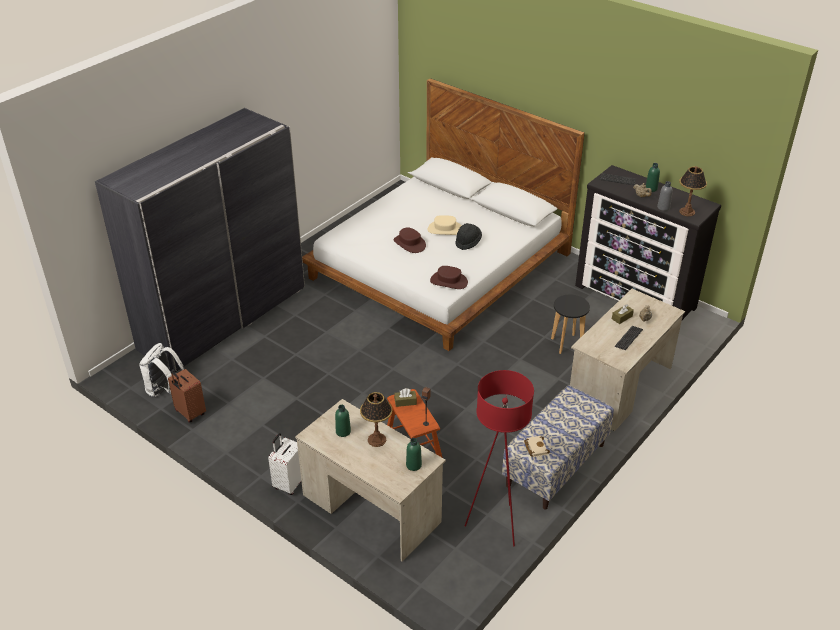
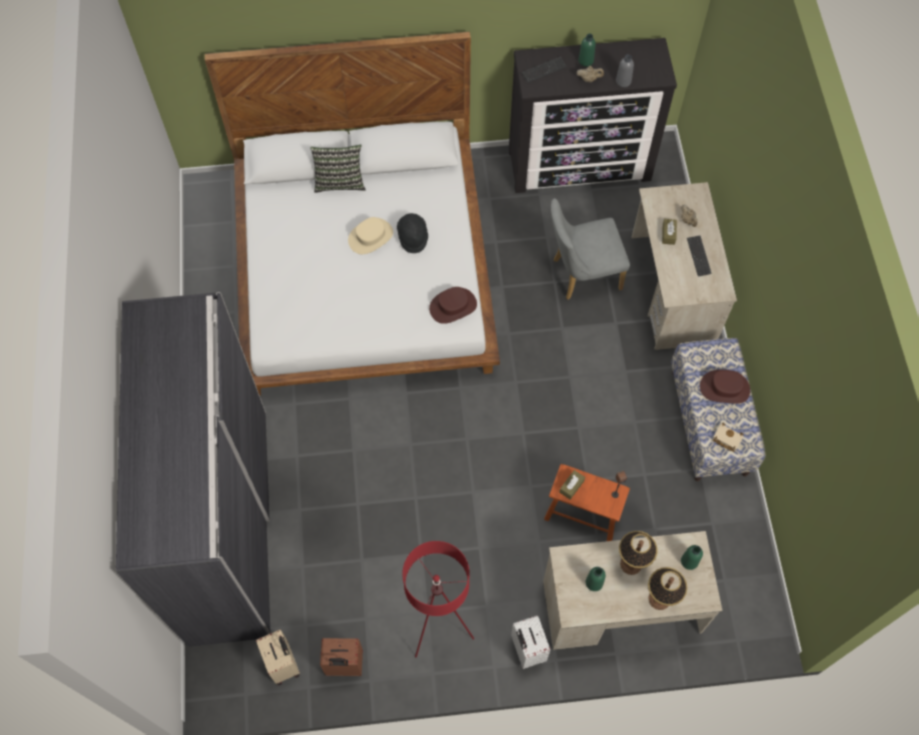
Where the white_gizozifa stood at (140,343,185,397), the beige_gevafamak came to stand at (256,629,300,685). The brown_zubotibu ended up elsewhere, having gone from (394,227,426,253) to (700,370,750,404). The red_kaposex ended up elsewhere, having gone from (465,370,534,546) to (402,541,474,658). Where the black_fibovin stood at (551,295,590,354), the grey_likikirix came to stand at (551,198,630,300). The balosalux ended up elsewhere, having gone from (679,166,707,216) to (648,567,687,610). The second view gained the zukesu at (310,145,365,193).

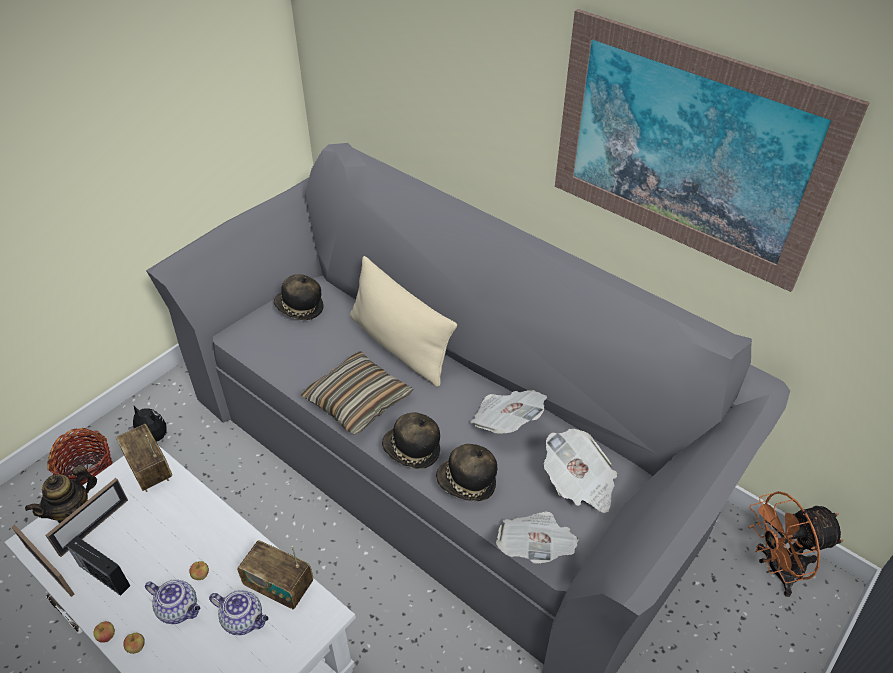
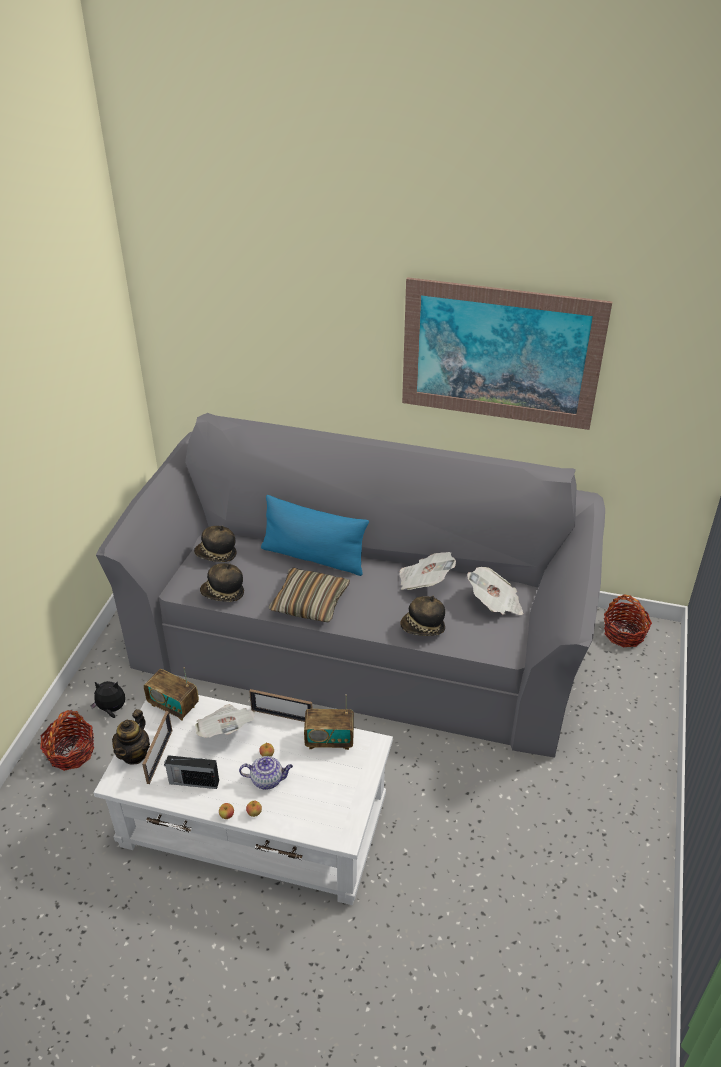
The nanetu ended up elsewhere, having gone from (12,525,74,597) to (249,689,313,722). The second view lost the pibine at (209,590,269,635). What was the beige_zukesu at (350,256,457,387) turned into the blue_zukesu at (261,495,369,576). The zubotibu ended up elsewhere, having gone from (382,412,440,469) to (200,563,244,602). The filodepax ended up elsewhere, having gone from (496,511,579,564) to (195,704,255,738). Where the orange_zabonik stood at (748,491,844,597), the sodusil came to stand at (604,594,652,647).

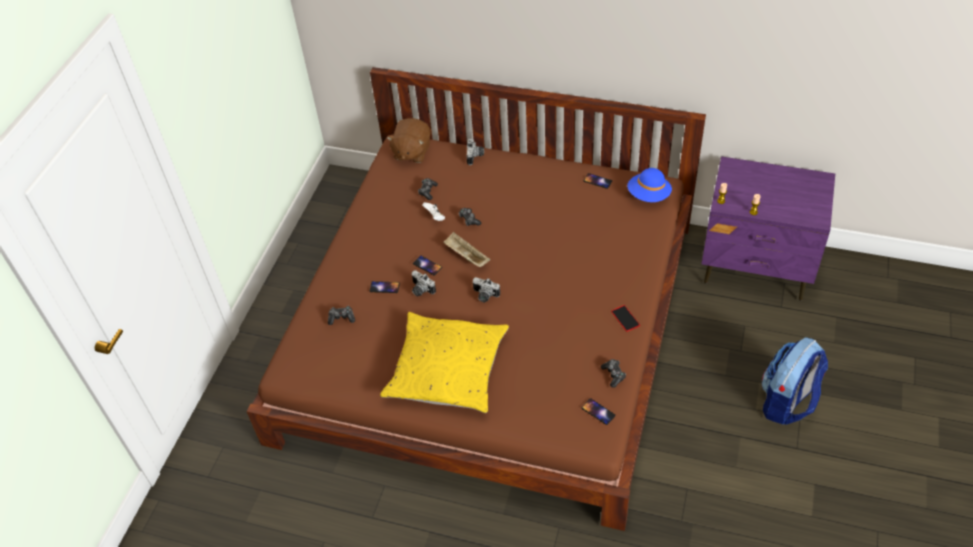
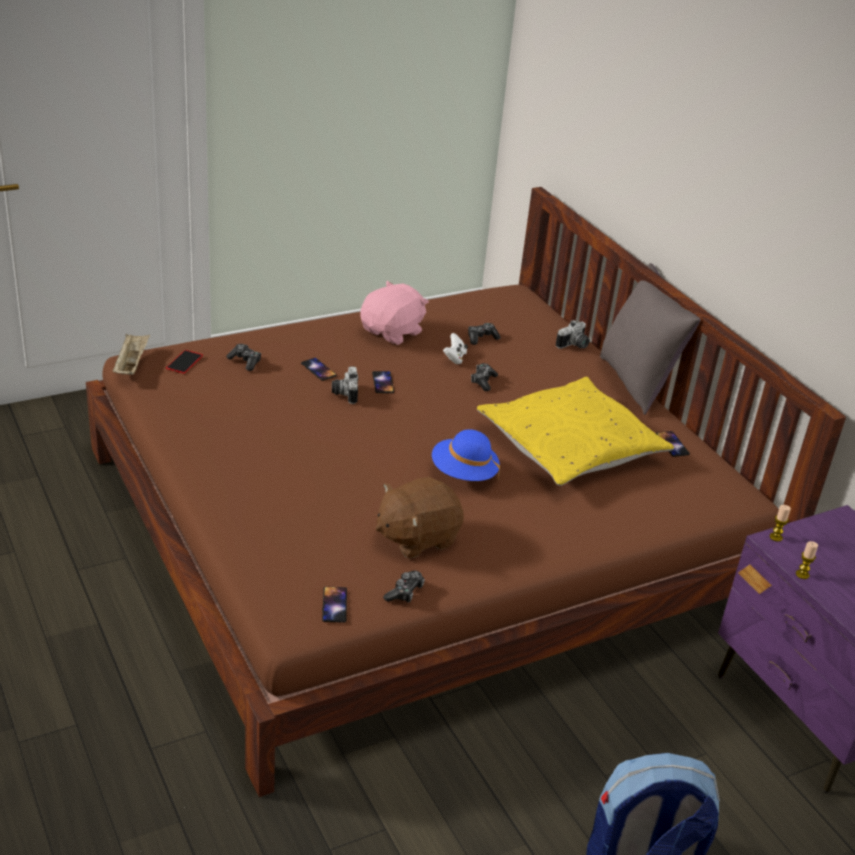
The yellow_zukesu ended up elsewhere, having gone from (380,312,509,413) to (477,377,674,486). The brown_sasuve ended up elsewhere, having gone from (387,118,430,163) to (376,477,464,559). The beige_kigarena ended up elsewhere, having gone from (443,232,490,267) to (113,334,150,375). The second view lost the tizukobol at (472,277,500,302). The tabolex ended up elsewhere, having gone from (611,305,640,332) to (166,350,203,374). The blue_zubotibu ended up elsewhere, having gone from (627,168,672,202) to (432,429,500,481). The second view gained the pink_sasuve at (360,281,429,345). The second view gained the grey_zukesu at (600,263,701,415).

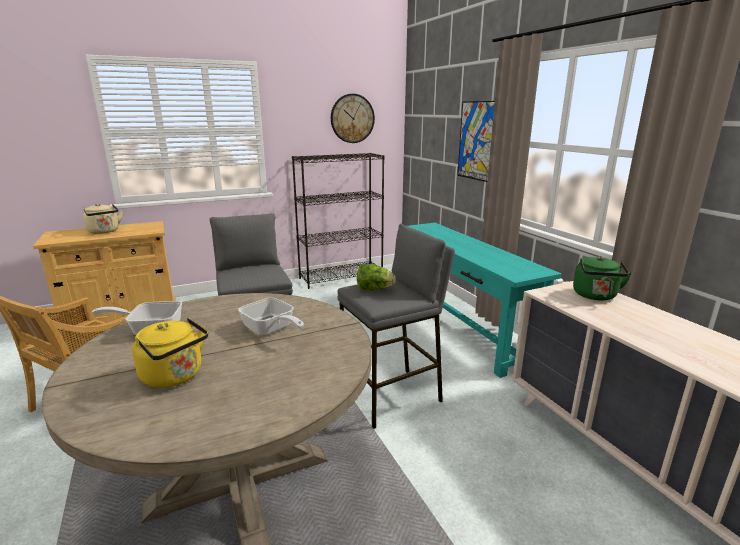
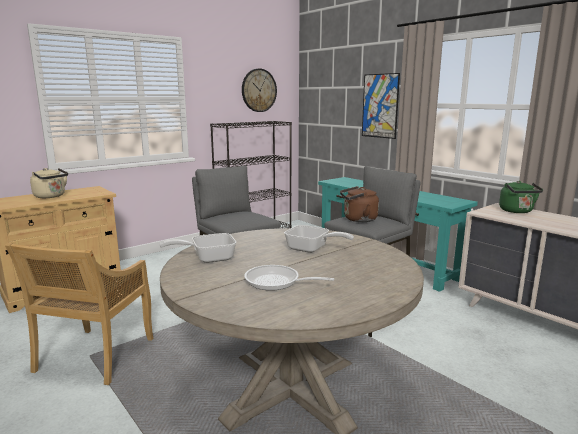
Where the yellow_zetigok stood at (132,318,208,388), the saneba came to stand at (244,265,335,291). Where the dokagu stood at (357,264,396,291), the brown_zetigok came to stand at (340,186,379,222).

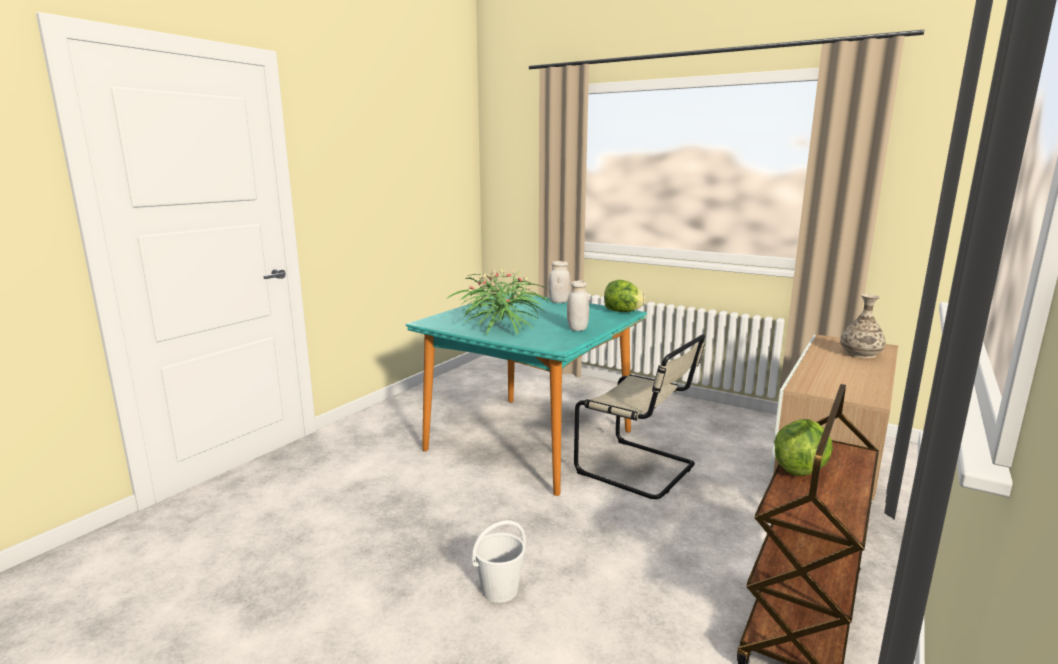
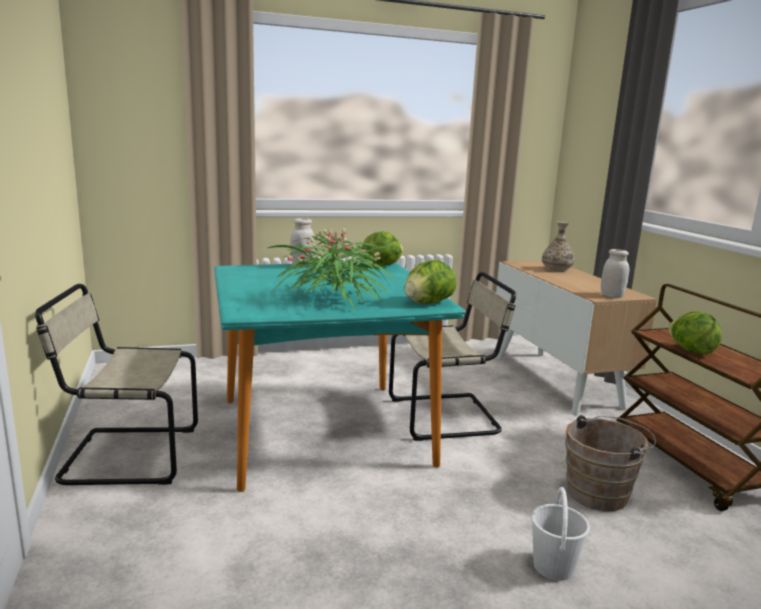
The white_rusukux ended up elsewhere, having gone from (567,280,589,331) to (601,249,629,298). The second view gained the beige_likikirix at (35,284,198,485). The second view gained the dokagu at (405,260,457,304). The second view gained the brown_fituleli at (565,415,656,511).

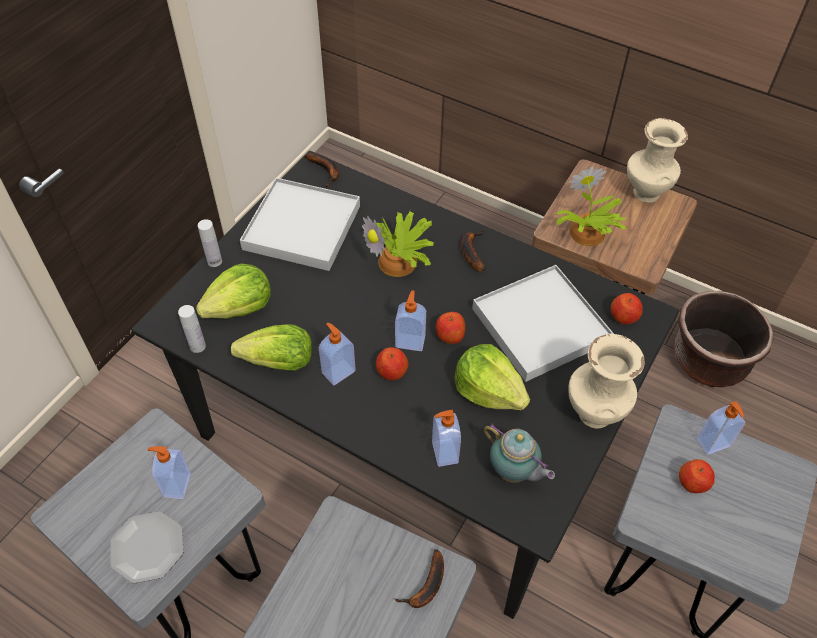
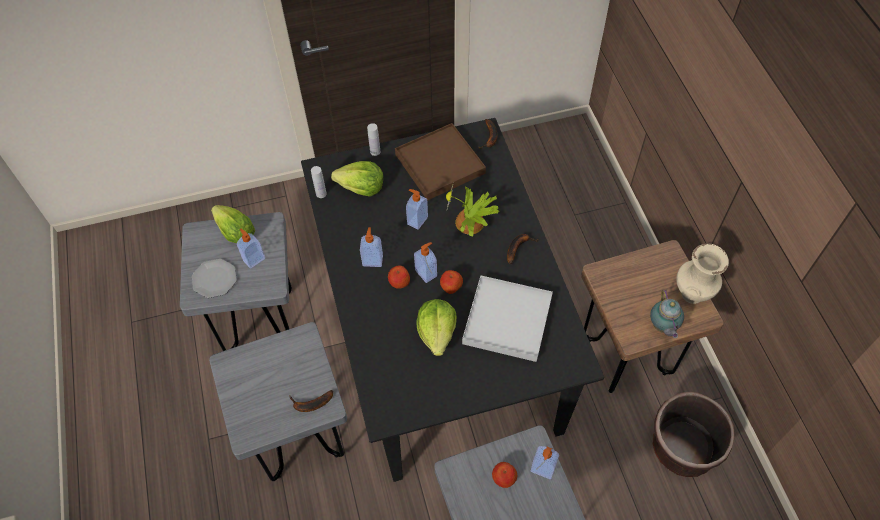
The dokagu ended up elsewhere, having gone from (231,324,312,371) to (211,205,255,243). What was the white_kigarena at (240,178,360,271) turned into the brown_kigarena at (395,123,486,201). The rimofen ended up elsewhere, having gone from (432,410,461,467) to (406,189,428,230). The pibine ended up elsewhere, having gone from (484,424,555,483) to (650,290,684,338). The second view lost the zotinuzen at (555,166,627,246). The second view lost the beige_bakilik at (568,334,644,429). The second view lost the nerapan at (611,293,643,324).

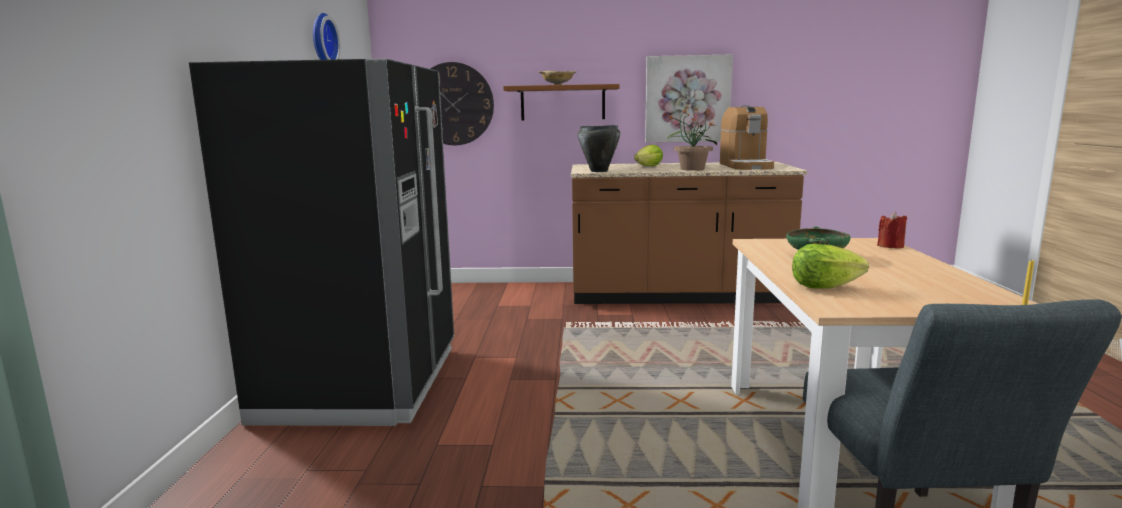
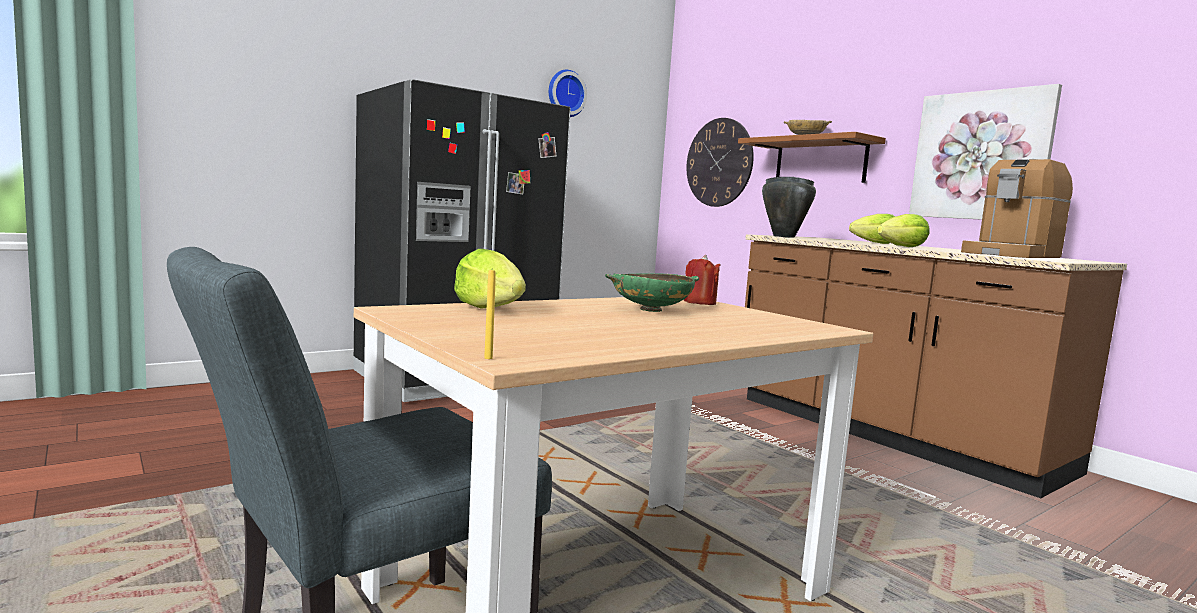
Where the zotinuzen stood at (667,107,717,171), the dokagu came to stand at (877,214,930,247). The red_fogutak ended up elsewhere, having gone from (877,212,907,249) to (684,255,721,305).

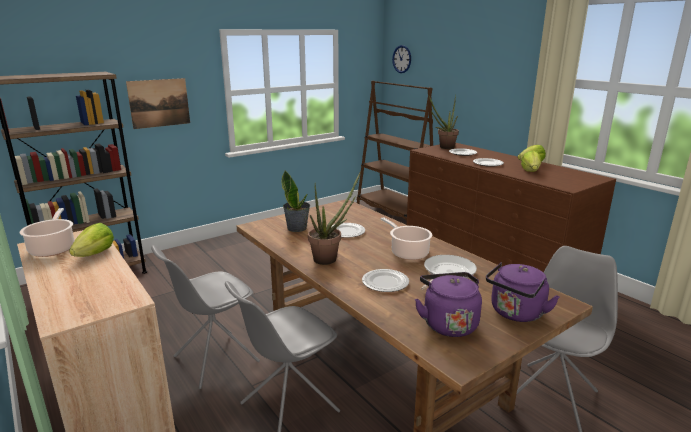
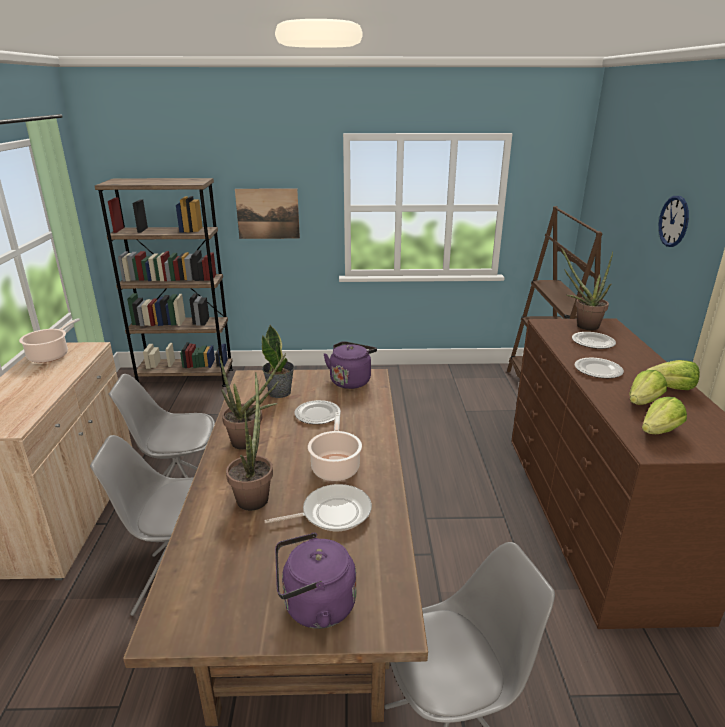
The dokagu ended up elsewhere, having gone from (69,223,114,257) to (642,397,687,434). Where the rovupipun stood at (362,269,409,292), the zotinuzen came to stand at (226,372,273,511). The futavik ended up elsewhere, having gone from (392,45,411,73) to (659,196,689,247). The purple_zetigok ended up elsewhere, having gone from (415,272,482,337) to (323,341,377,389).

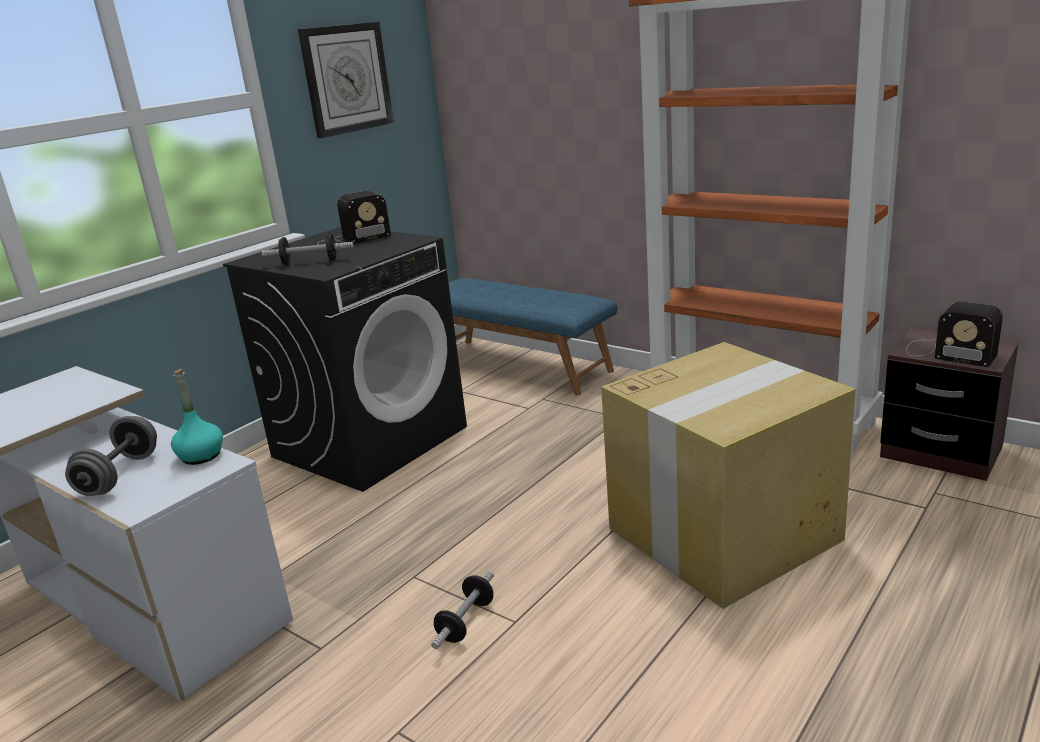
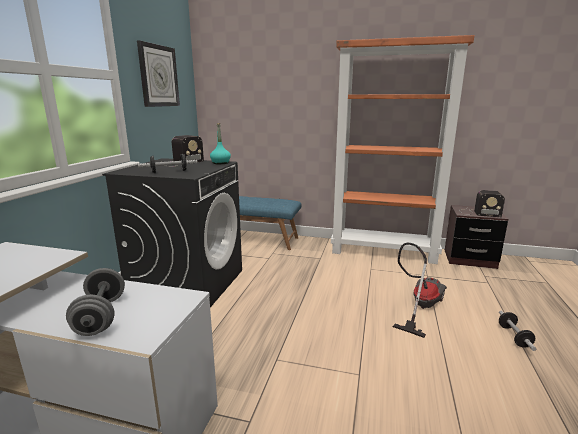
The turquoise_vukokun ended up elsewhere, having gone from (171,369,223,465) to (210,123,231,165). The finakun ended up elsewhere, having gone from (431,571,494,649) to (499,311,536,351). Where the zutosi stood at (601,342,856,609), the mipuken came to stand at (392,243,447,338).

